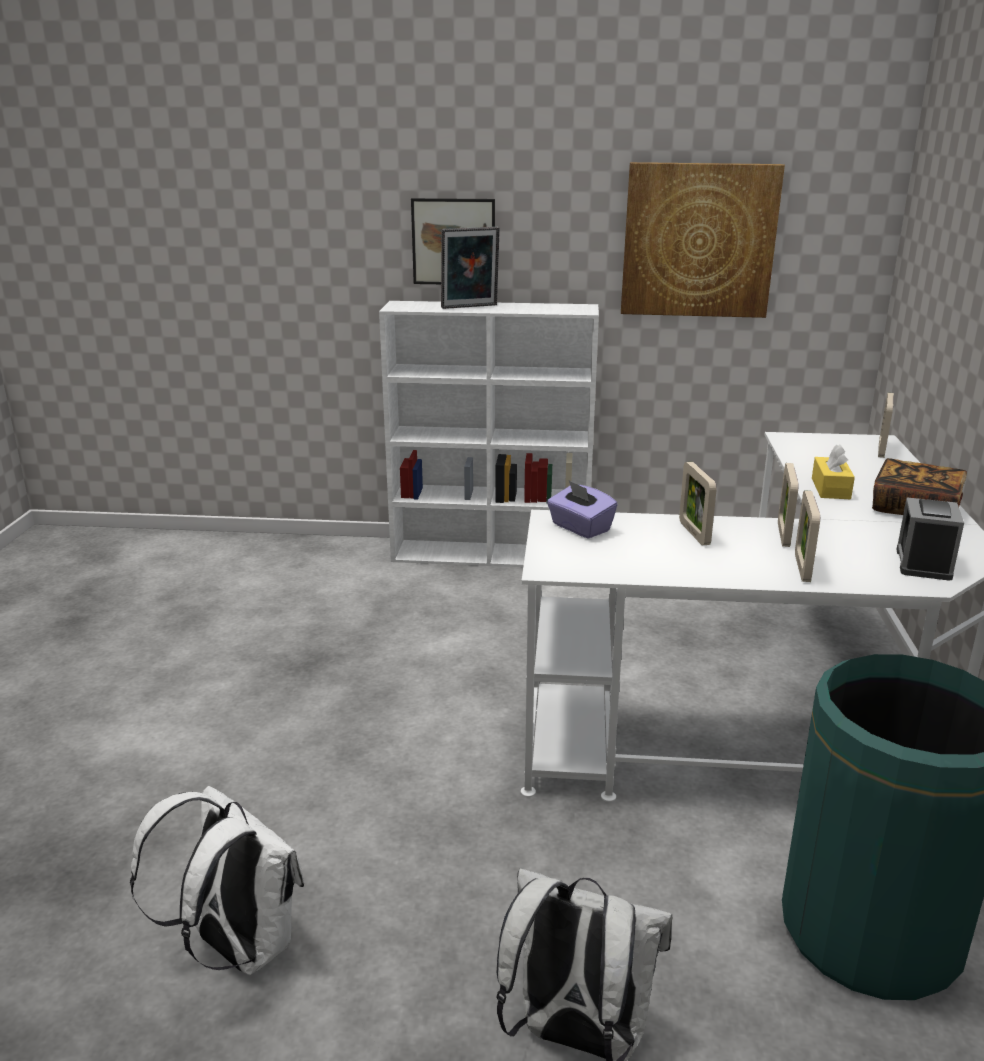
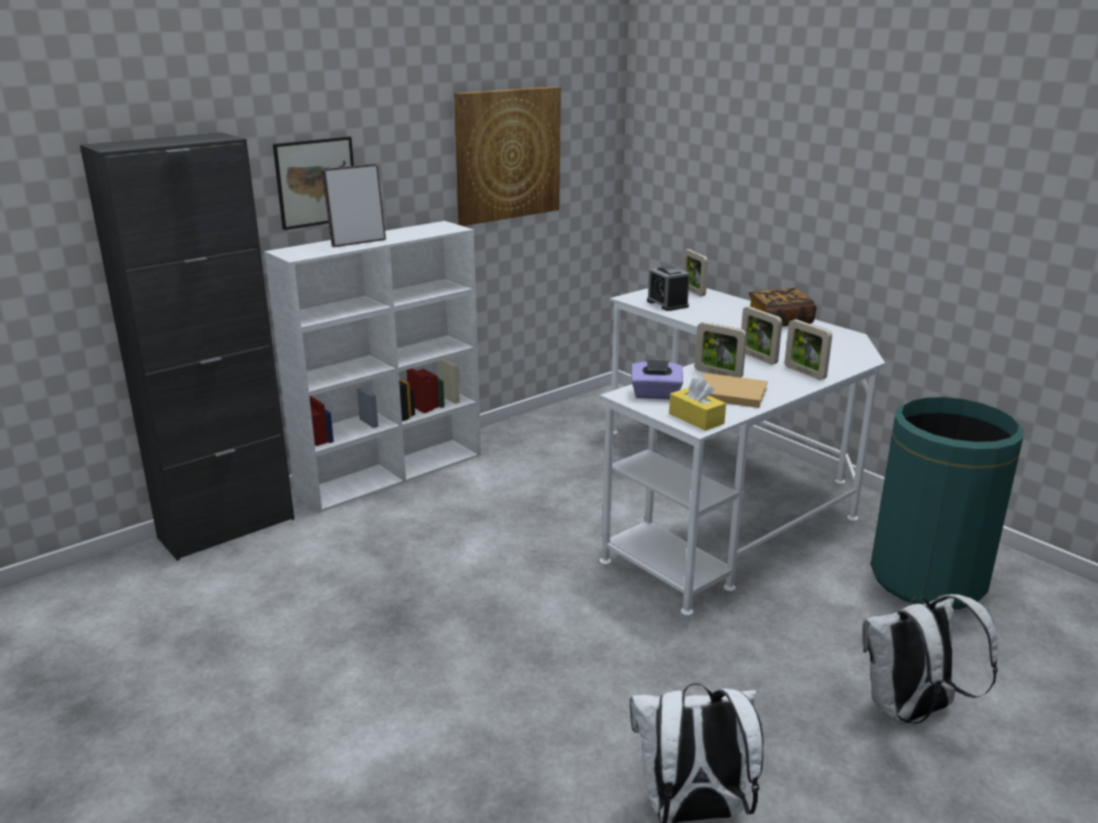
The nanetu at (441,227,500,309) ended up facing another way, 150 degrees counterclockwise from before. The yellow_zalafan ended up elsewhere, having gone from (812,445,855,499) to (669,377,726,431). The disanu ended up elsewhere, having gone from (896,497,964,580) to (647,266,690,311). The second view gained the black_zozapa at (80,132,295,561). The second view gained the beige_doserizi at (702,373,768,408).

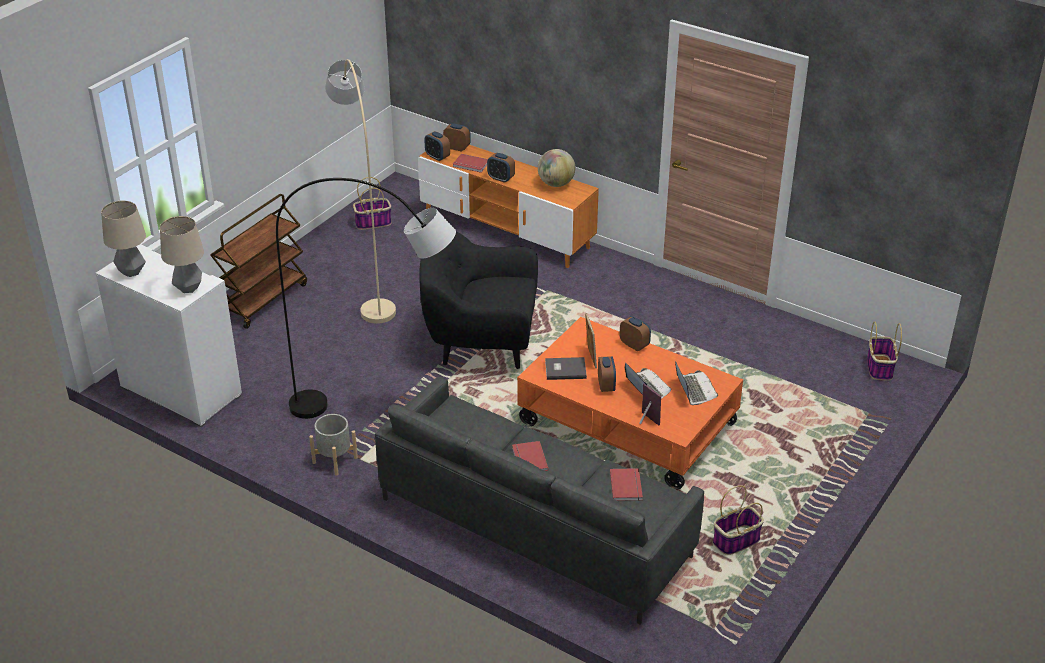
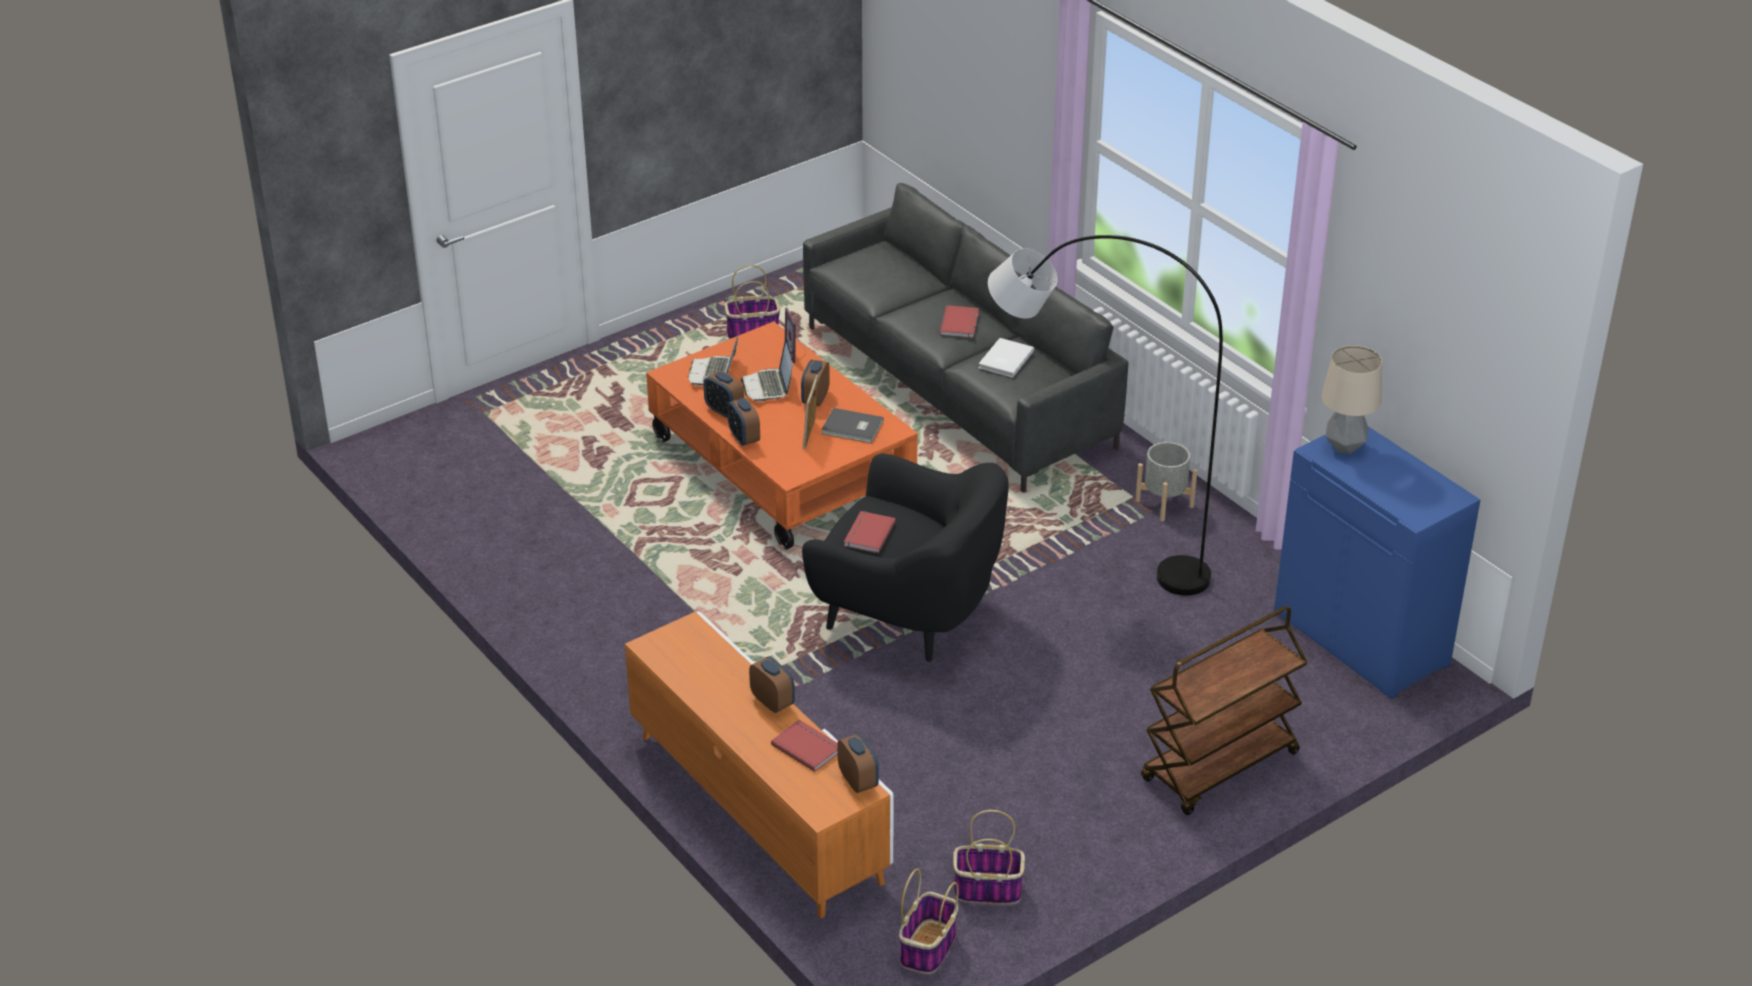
What was the white_zozapa at (96,245,242,427) turned into the blue_zozapa at (1274,426,1480,699). The second view lost the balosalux at (101,201,146,277). The second view lost the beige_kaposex at (325,59,396,324). The disanu ended up elsewhere, having gone from (443,123,471,152) to (704,371,744,418). The second view lost the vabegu at (538,149,575,187). The red_doserizi ended up elsewhere, having gone from (610,468,643,501) to (844,511,896,553). The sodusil ended up elsewhere, having gone from (867,321,902,381) to (899,868,959,974). The second view gained the white_doserizi at (979,338,1034,377).

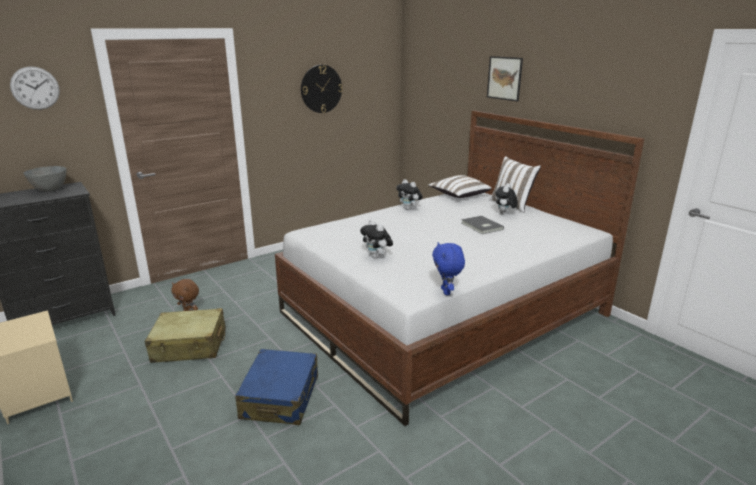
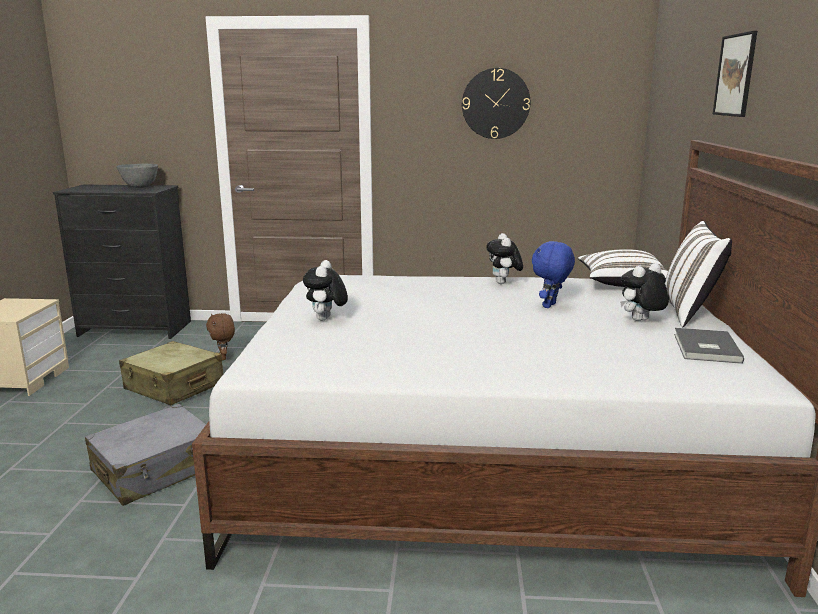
The second view lost the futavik at (10,66,60,110). What was the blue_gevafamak at (235,349,318,425) turned into the grey_gevafamak at (85,404,206,506). The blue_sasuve ended up elsewhere, having gone from (432,242,465,295) to (532,241,575,308). The grey_doserizi ended up elsewhere, having gone from (461,216,504,234) to (674,328,744,364).

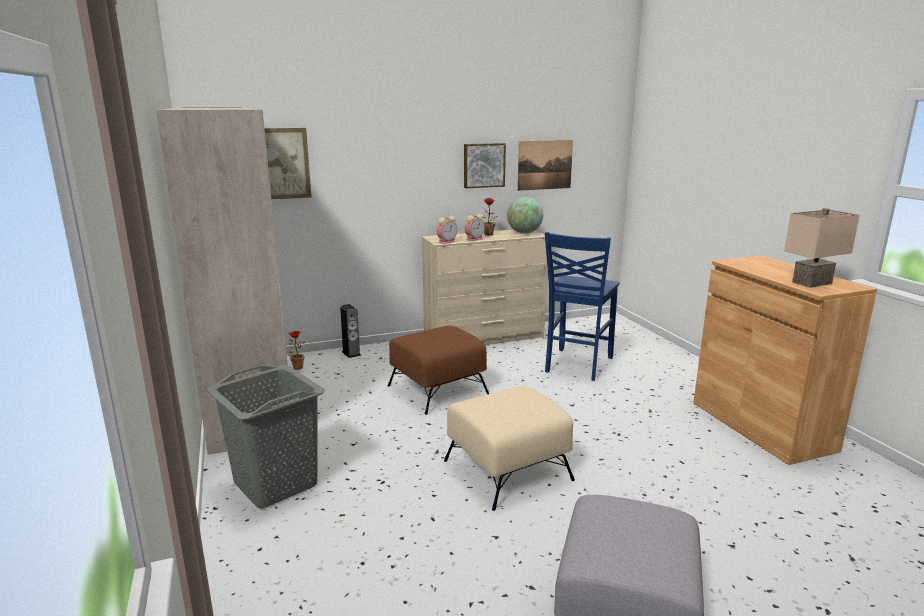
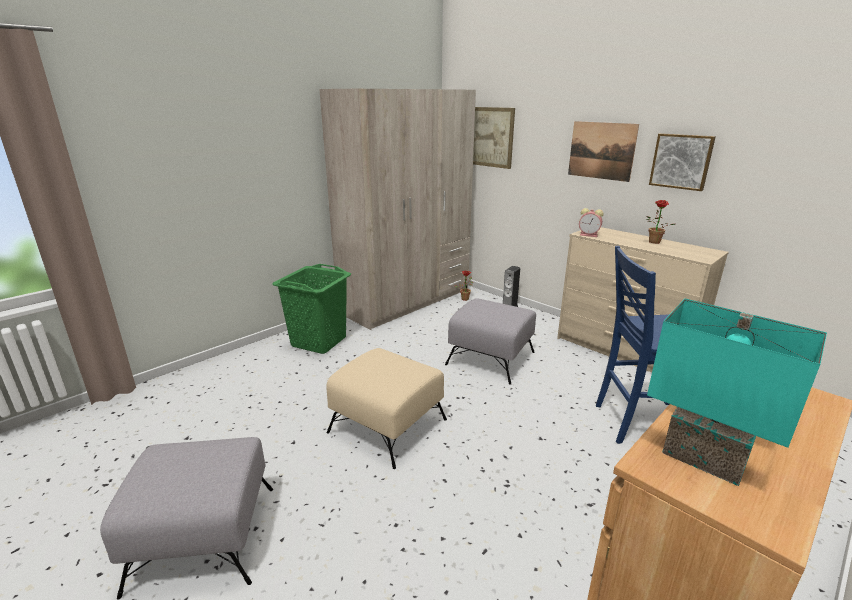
What was the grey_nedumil at (207,365,325,508) turned into the green_nedumil at (272,264,351,354). What was the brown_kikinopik at (388,326,489,415) turned into the grey_kikinopik at (445,298,536,384). The second view lost the disanu at (465,214,485,241). The second view lost the vabegu at (507,197,543,233). The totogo ended up elsewhere, having gone from (517,140,573,191) to (568,121,639,182). What was the beige_balosalux at (784,208,860,288) turned into the turquoise_balosalux at (647,299,827,486).

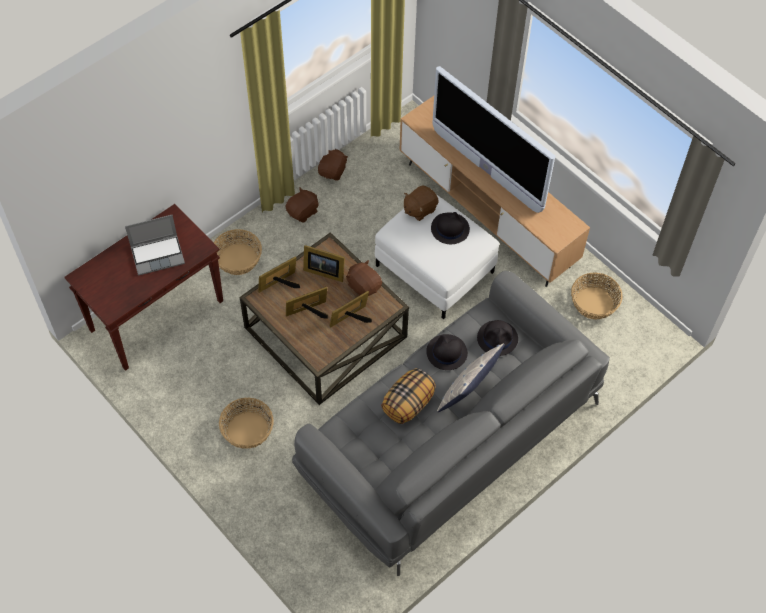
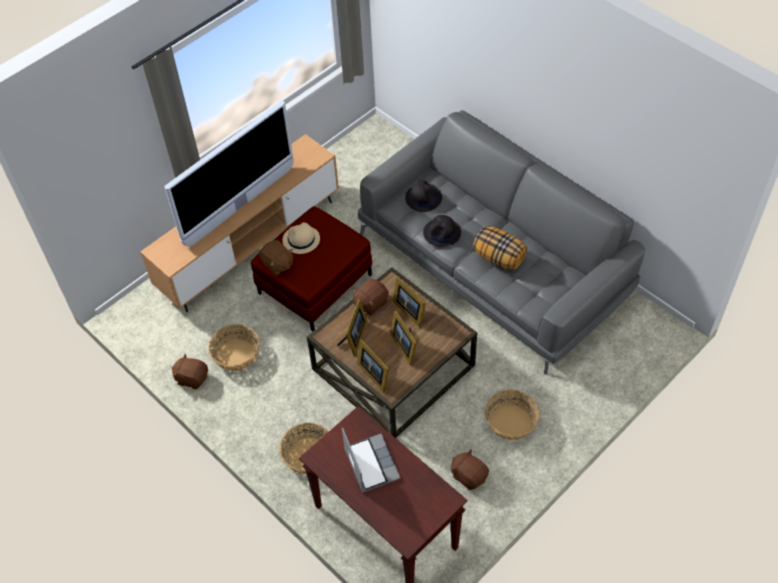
The brown_sasuve ended up elsewhere, having gone from (286,187,319,223) to (451,449,489,490). What was the white_kikinopik at (375,194,500,319) turned into the red_kikinopik at (250,206,372,331). What was the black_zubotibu at (431,212,470,244) turned into the beige_zubotibu at (283,222,320,254). The second view lost the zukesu at (437,343,505,412). The sodusil ended up elsewhere, having gone from (571,272,623,320) to (208,324,260,371).

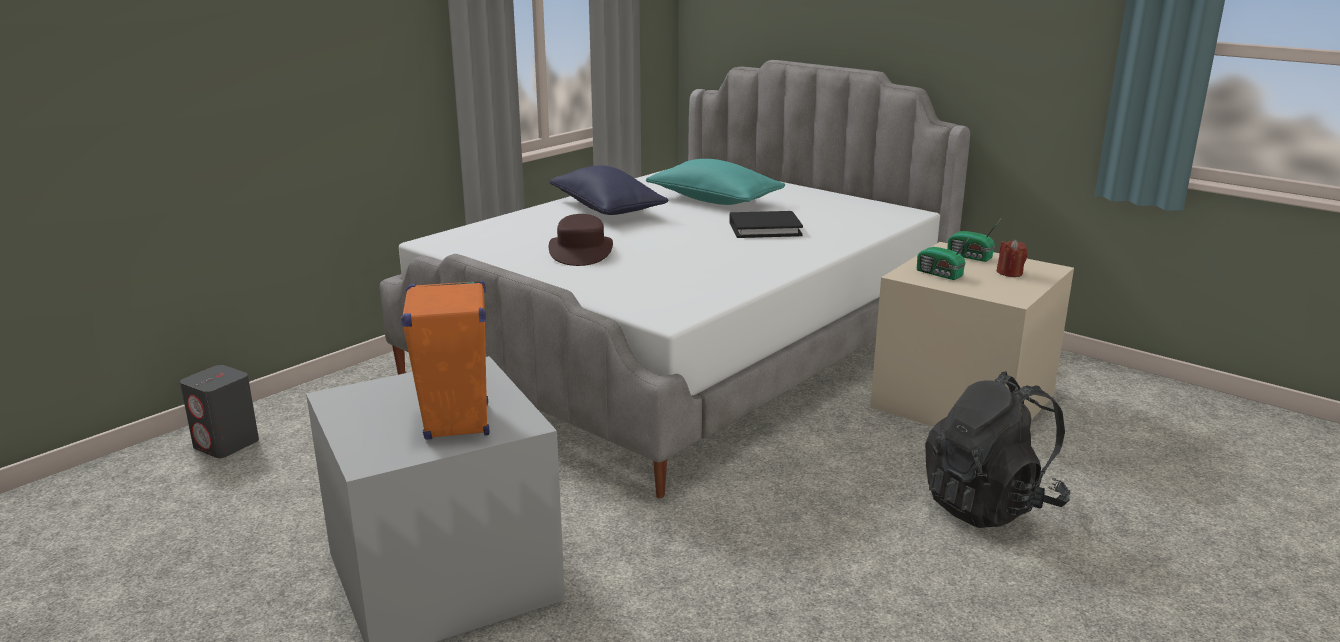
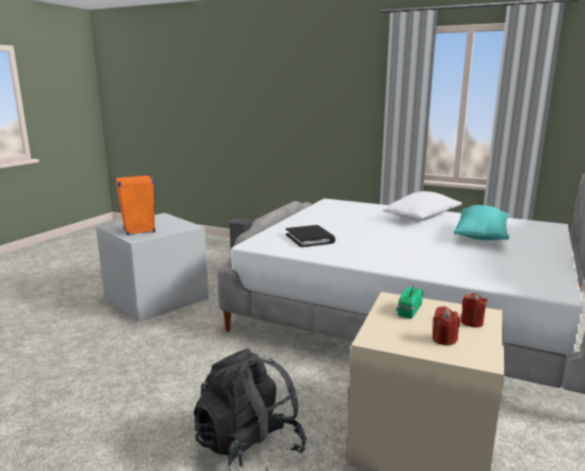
What was the blue_zukesu at (549,165,668,215) turned into the white_zukesu at (383,191,462,221). The second view lost the brown_zubotibu at (549,214,613,266). The black_doserizi ended up elsewhere, having gone from (729,211,803,238) to (286,225,335,247). Where the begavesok stood at (947,219,1001,262), the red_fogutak came to stand at (461,293,487,327).

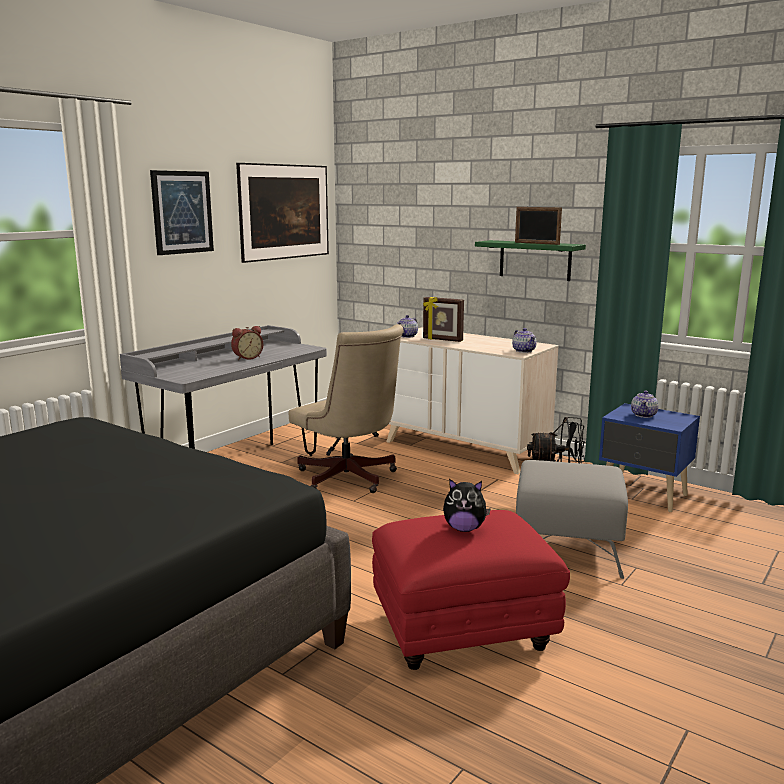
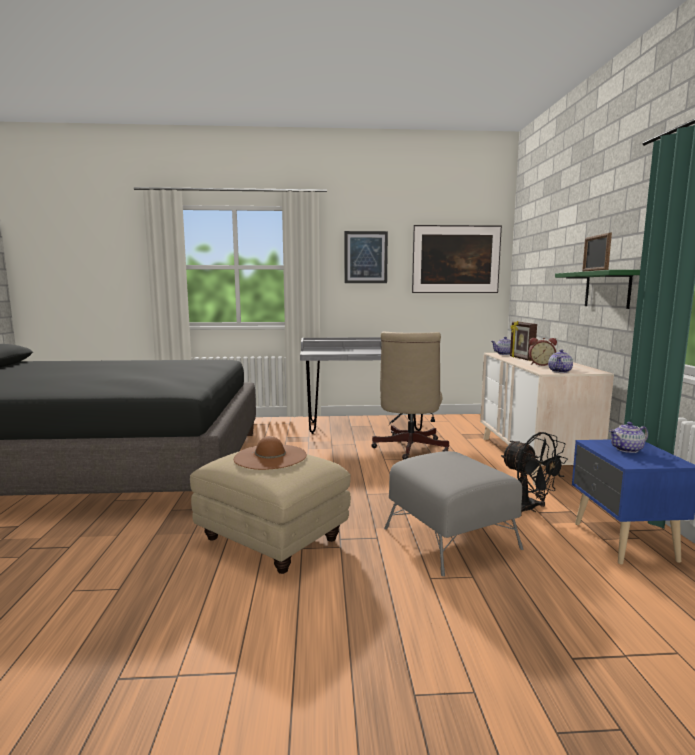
The disanu ended up elsewhere, having gone from (231,326,263,360) to (529,338,557,366). What was the red_kikinopik at (372,510,570,670) turned into the beige_kikinopik at (190,451,351,574). Where the sasuve stood at (443,479,491,532), the brown_zubotibu came to stand at (234,436,307,470).

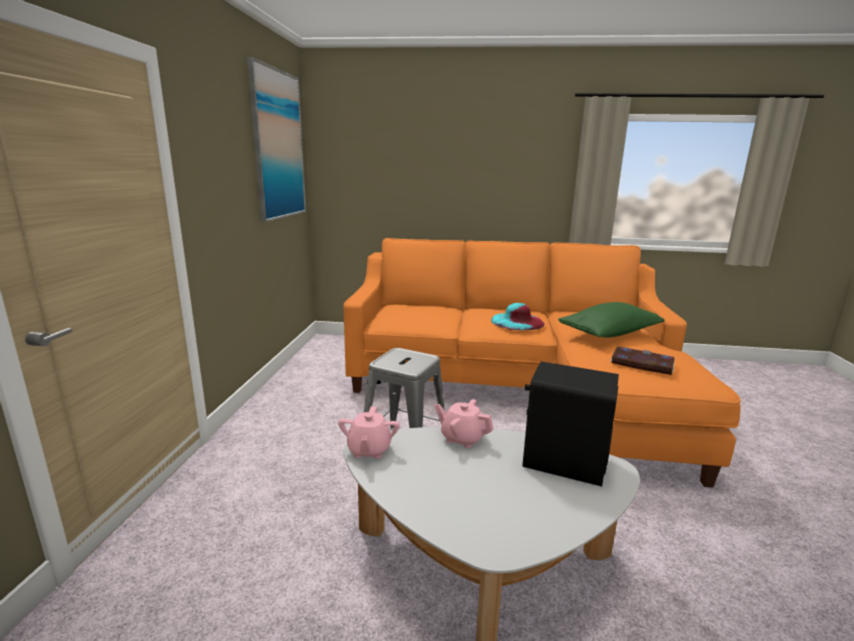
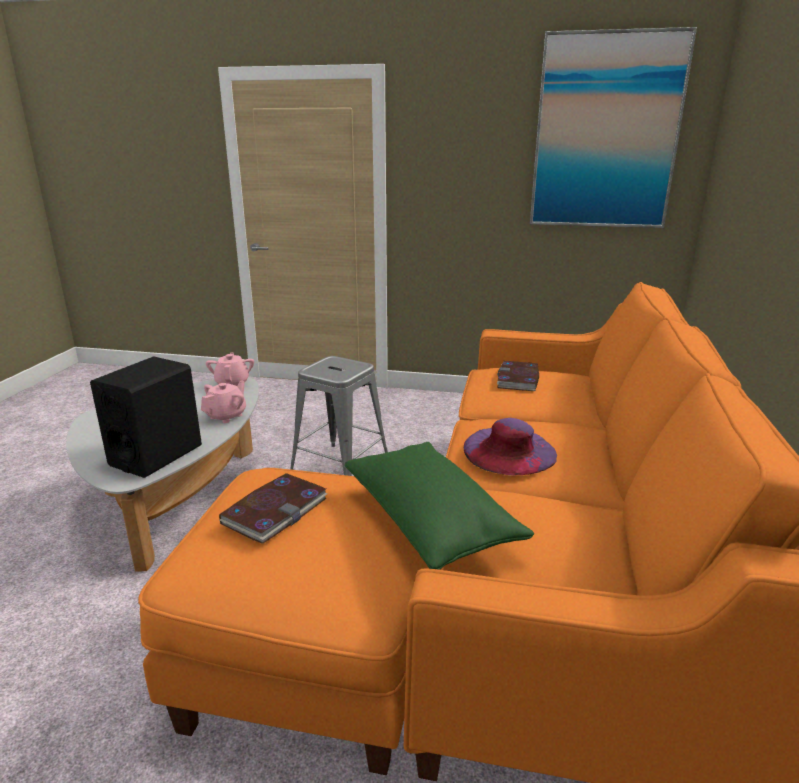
The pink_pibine at (338,406,400,459) ended up facing another way, 75 degrees clockwise from before. What was the turquoise_zubotibu at (491,303,544,330) turned into the purple_zubotibu at (464,418,557,475). The second view gained the doserizi at (497,361,539,391).

